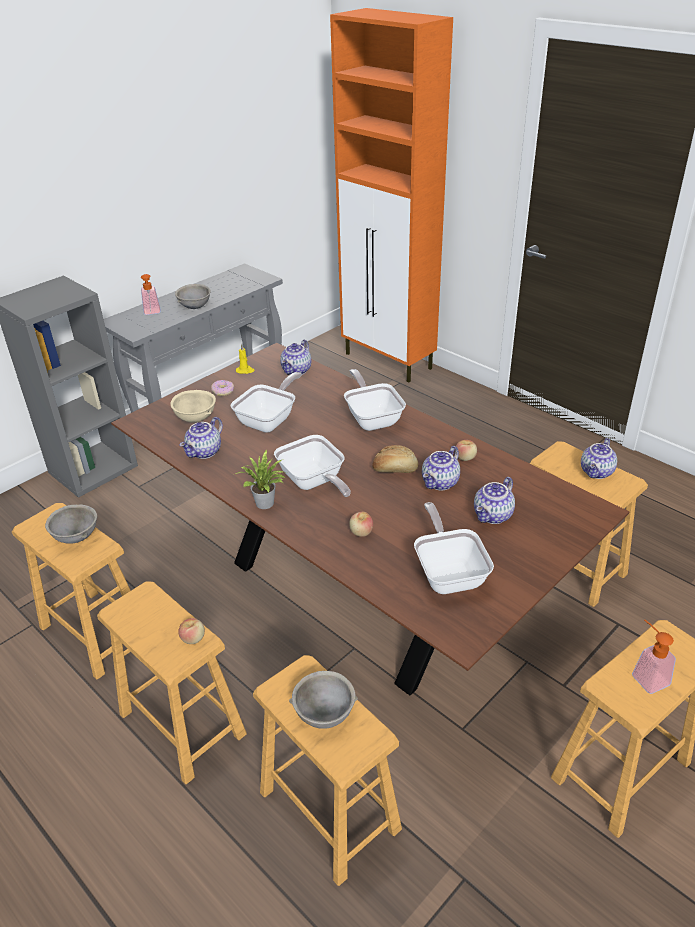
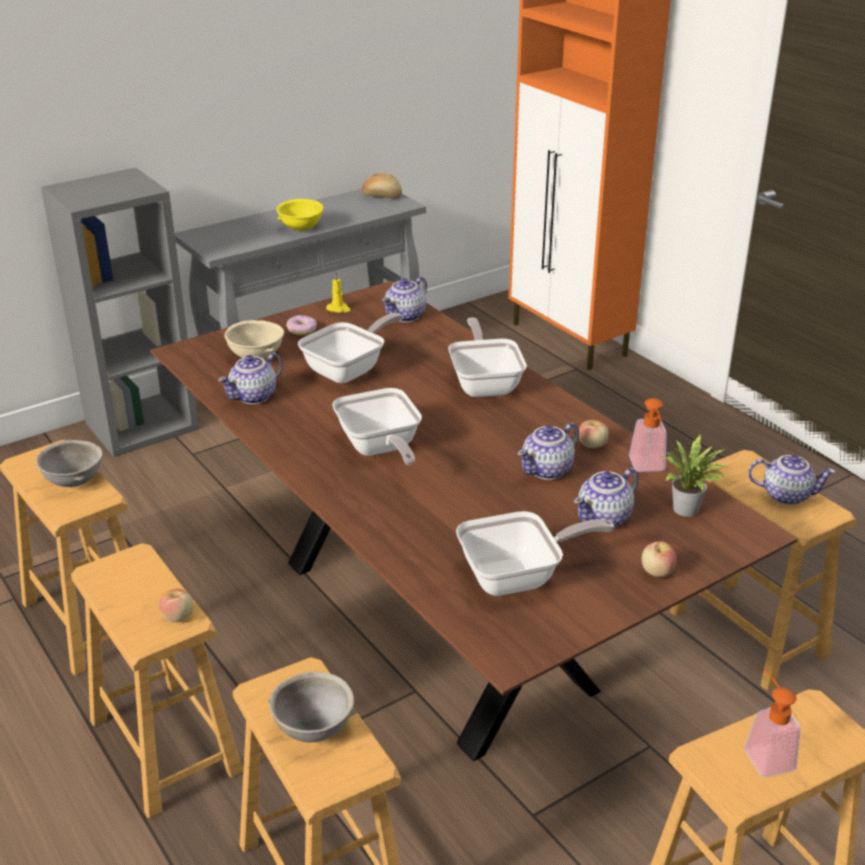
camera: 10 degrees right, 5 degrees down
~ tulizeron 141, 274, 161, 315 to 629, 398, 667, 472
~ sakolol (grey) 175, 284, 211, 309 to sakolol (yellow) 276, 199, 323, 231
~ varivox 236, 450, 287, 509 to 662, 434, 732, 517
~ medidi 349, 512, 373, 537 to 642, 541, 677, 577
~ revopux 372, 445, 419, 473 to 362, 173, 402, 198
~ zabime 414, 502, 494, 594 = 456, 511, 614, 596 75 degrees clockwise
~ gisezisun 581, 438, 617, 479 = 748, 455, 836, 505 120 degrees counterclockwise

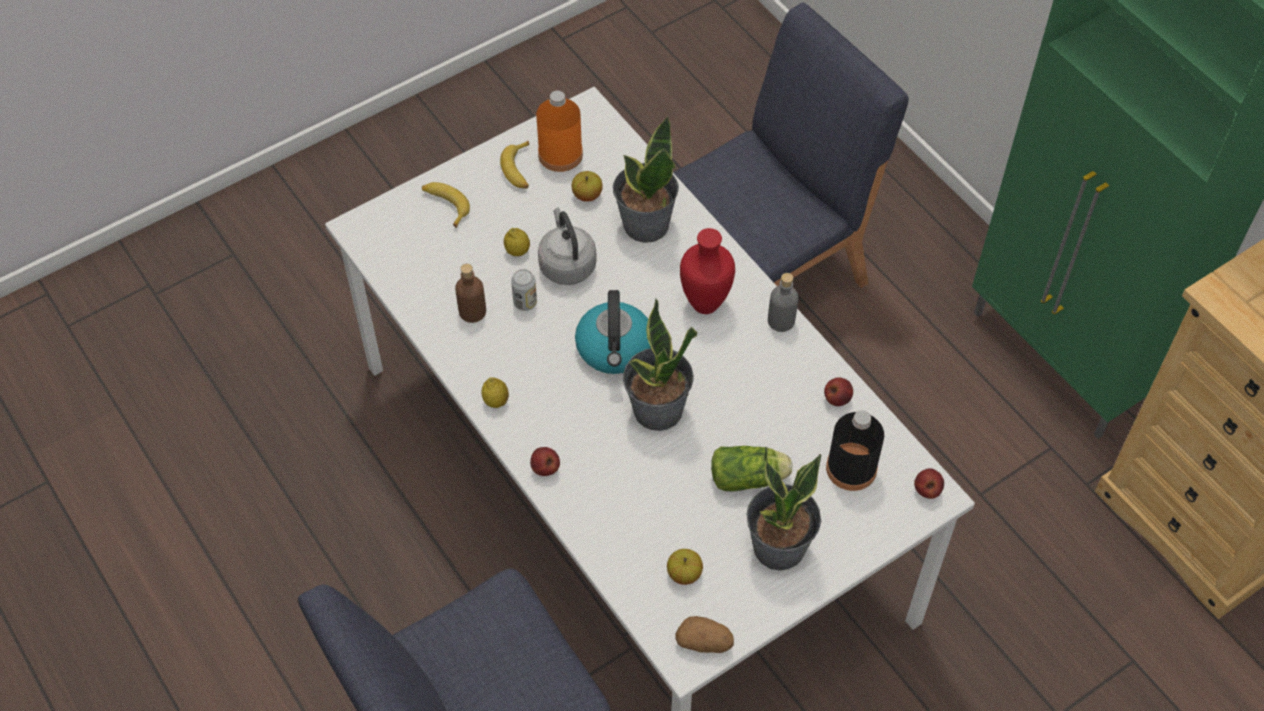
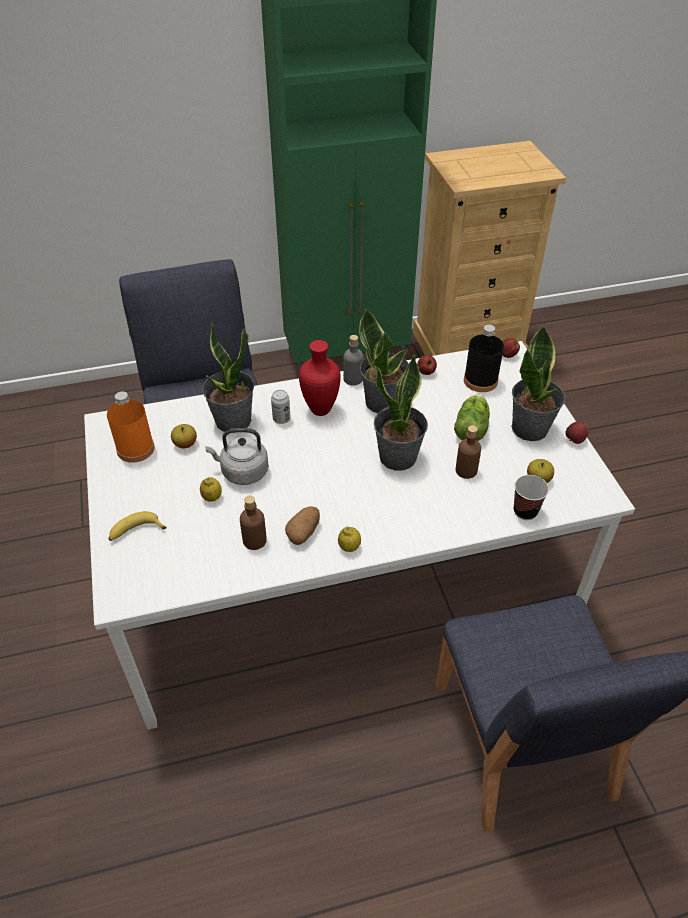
camera: 70 degrees left, 10 degrees down
- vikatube 500, 141, 529, 189
~ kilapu 511, 269, 537, 311 to 271, 390, 290, 424
~ medidi 530, 447, 560, 476 to 565, 421, 588, 444
- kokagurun 575, 290, 651, 374
~ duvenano 675, 616, 734, 653 to 285, 506, 320, 545
+ varivox 359, 309, 409, 413
+ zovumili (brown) 456, 425, 481, 479
+ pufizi 514, 475, 549, 520

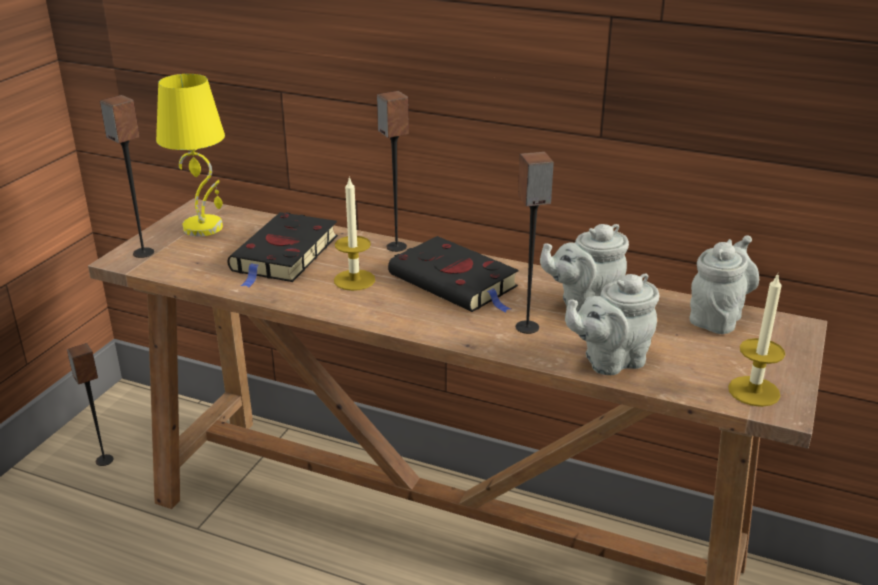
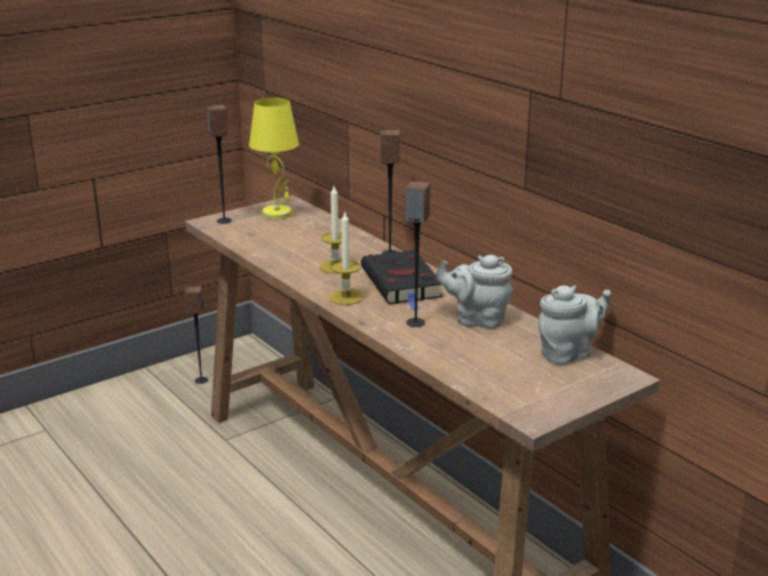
camera: 30 degrees right, 5 degrees down
- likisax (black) 228, 212, 338, 288
- gisezisun (grey) 565, 274, 660, 375
~ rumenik 728, 274, 785, 407 to 329, 212, 363, 305

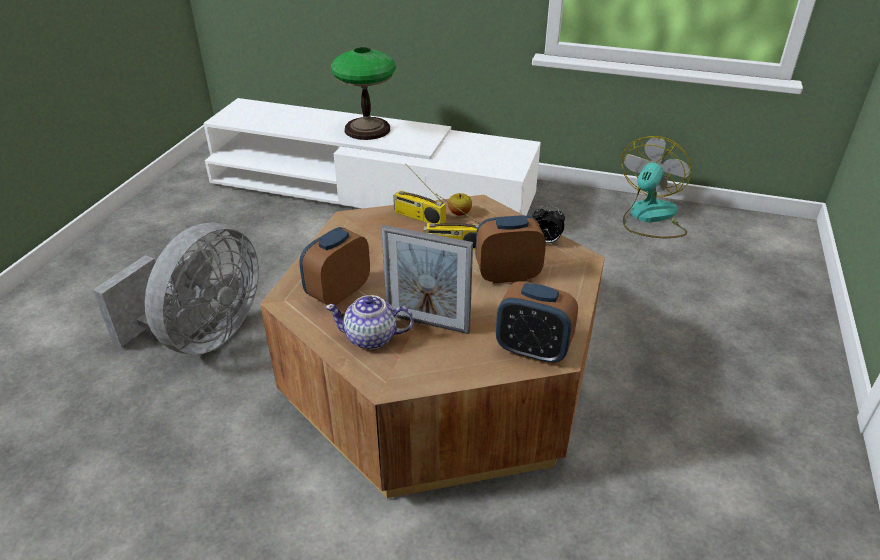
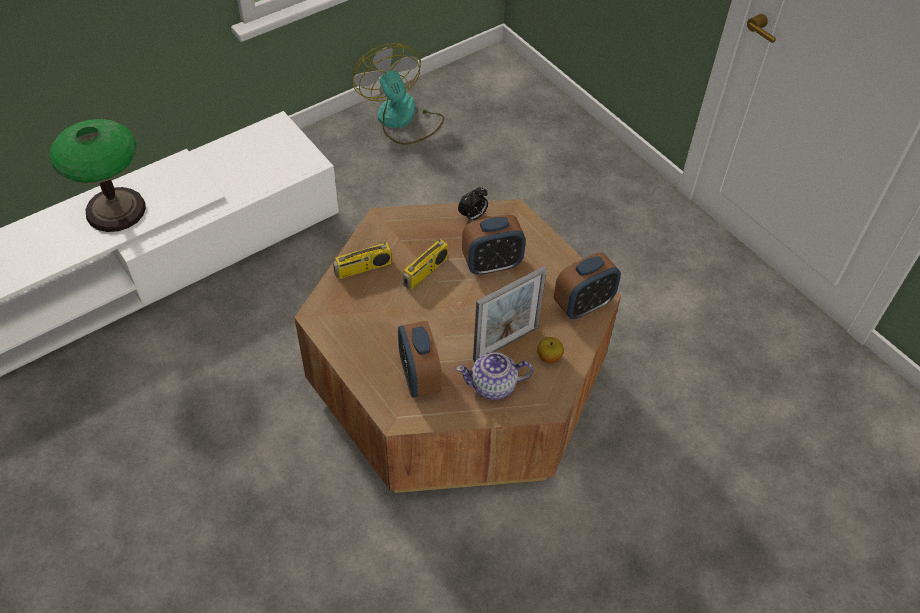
camera: 55 degrees left, 15 degrees up
- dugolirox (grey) 93, 222, 259, 355
~ gisezisun 325, 295, 414, 349 = 456, 352, 534, 400 45 degrees clockwise
~ medidi 448, 193, 472, 216 to 537, 337, 564, 363
~ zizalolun 476, 215, 546, 283 = 462, 215, 526, 275 135 degrees counterclockwise

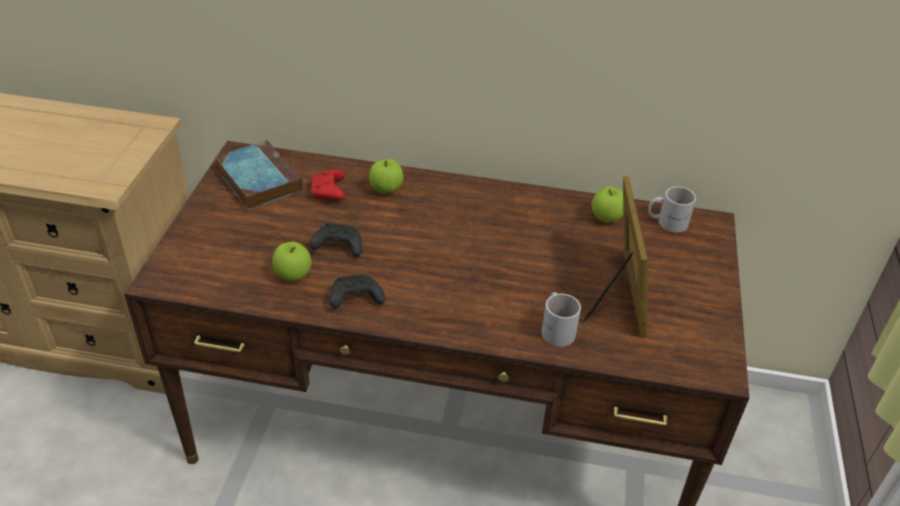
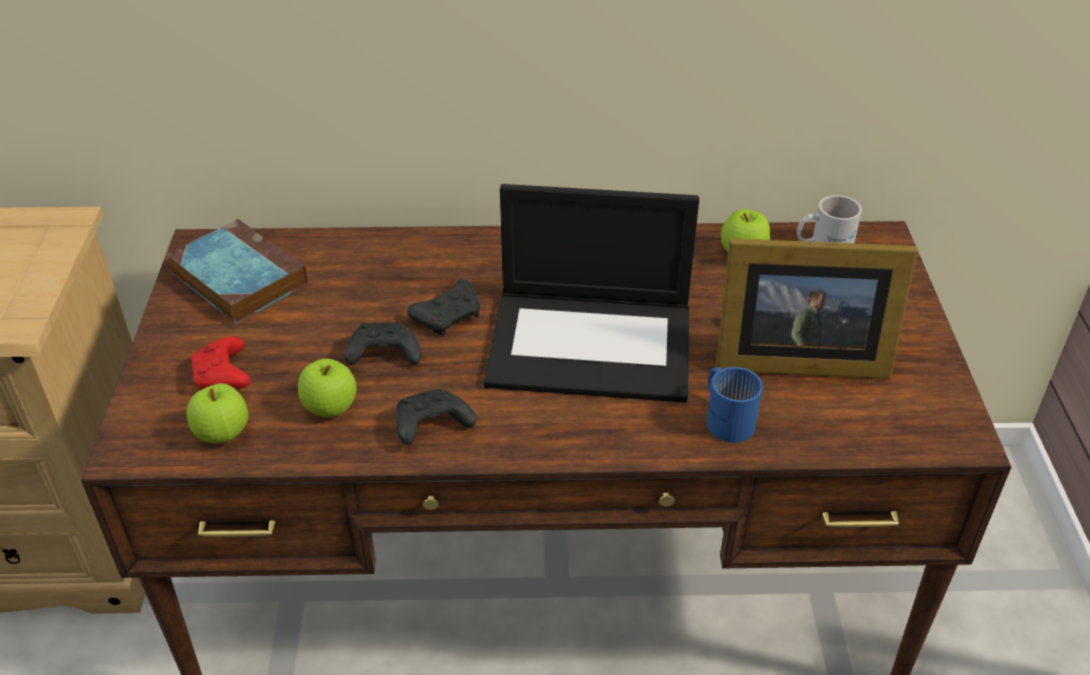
camera: 10 degrees left, 0 degrees up
~ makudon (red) 311, 169, 345, 200 to 191, 337, 250, 390
~ medidi 369, 159, 404, 194 to 186, 383, 248, 443
~ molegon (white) 541, 292, 581, 347 to molegon (blue) 707, 367, 763, 443
~ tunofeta 583, 176, 648, 338 = 716, 238, 918, 379 105 degrees clockwise
+ makudon (black) 407, 279, 480, 336
+ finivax 484, 184, 699, 403

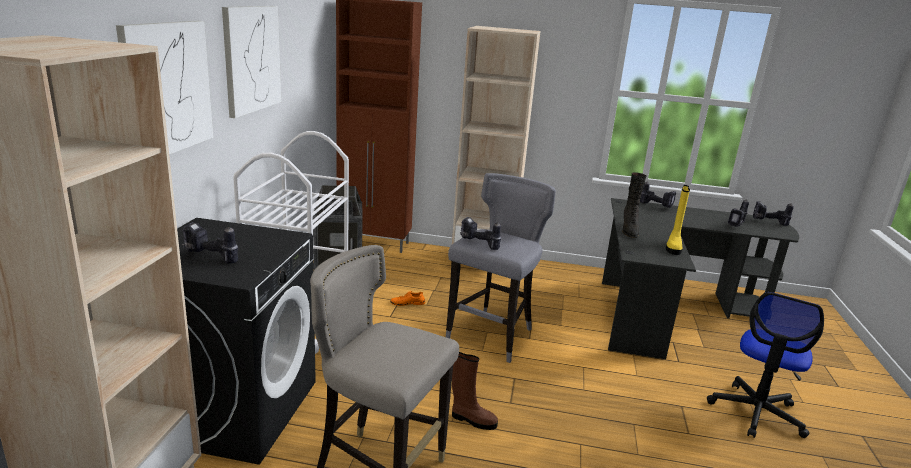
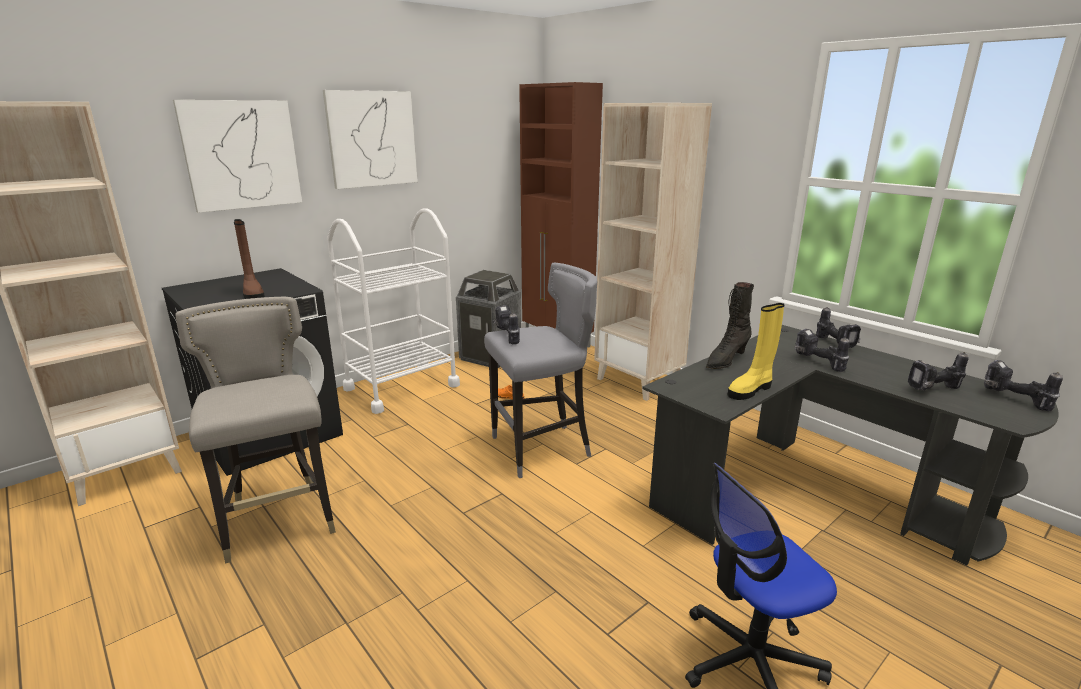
camera: 40 degrees right, 0 degrees up
~ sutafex 182, 222, 238, 263 to 794, 329, 850, 372
~ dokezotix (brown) 452, 352, 498, 430 to 234, 219, 265, 299

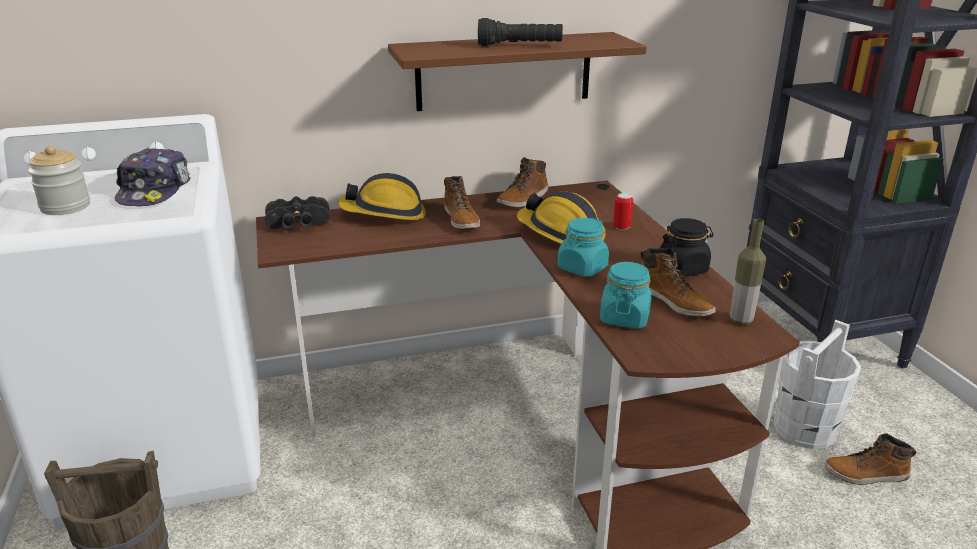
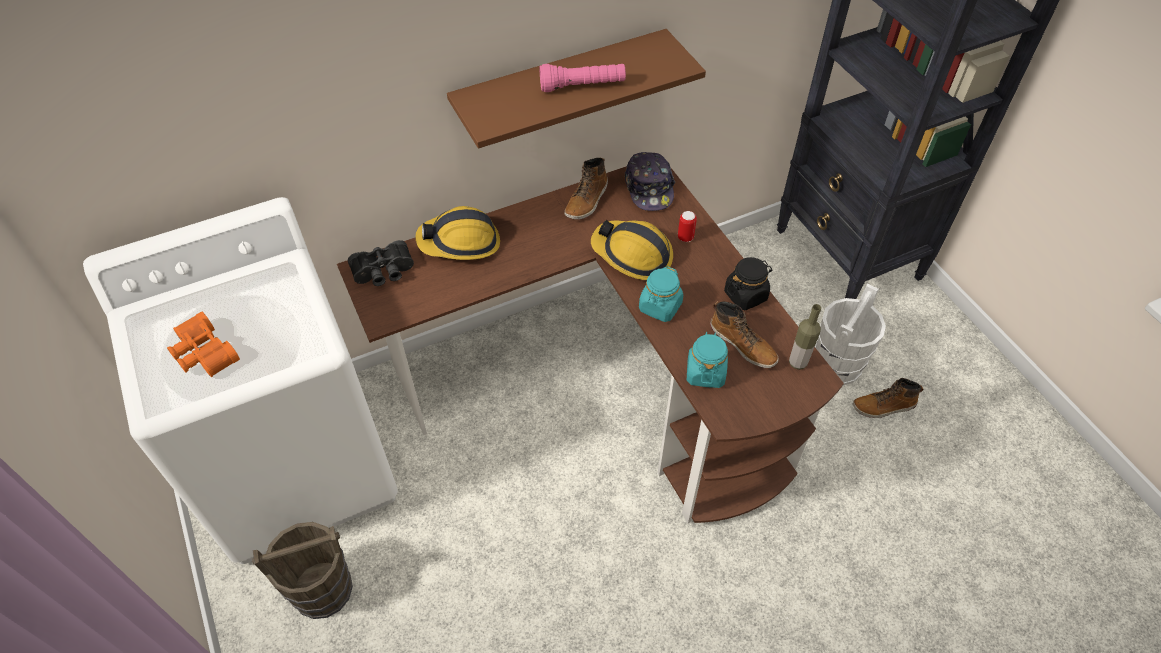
camera: 10 degrees left, 25 degrees up
~ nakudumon 28, 146, 90, 215 to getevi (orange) 167, 311, 240, 377
~ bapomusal 115, 147, 191, 207 to 625, 152, 675, 211
- dokezotix 444, 176, 480, 229
~ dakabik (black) 478, 18, 563, 46 to dakabik (pink) 539, 64, 626, 92

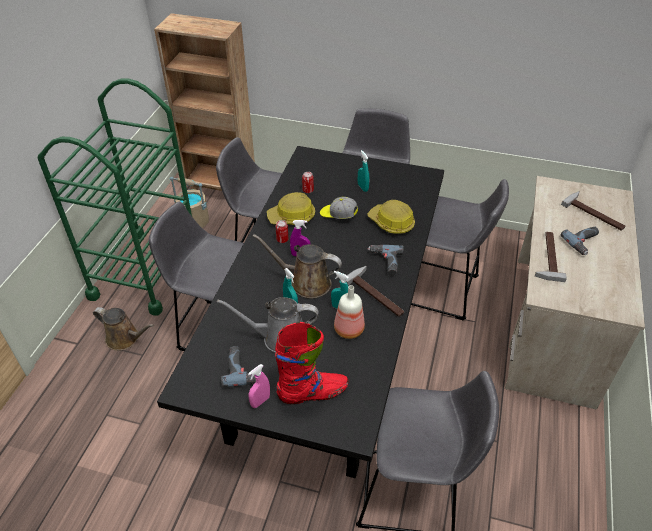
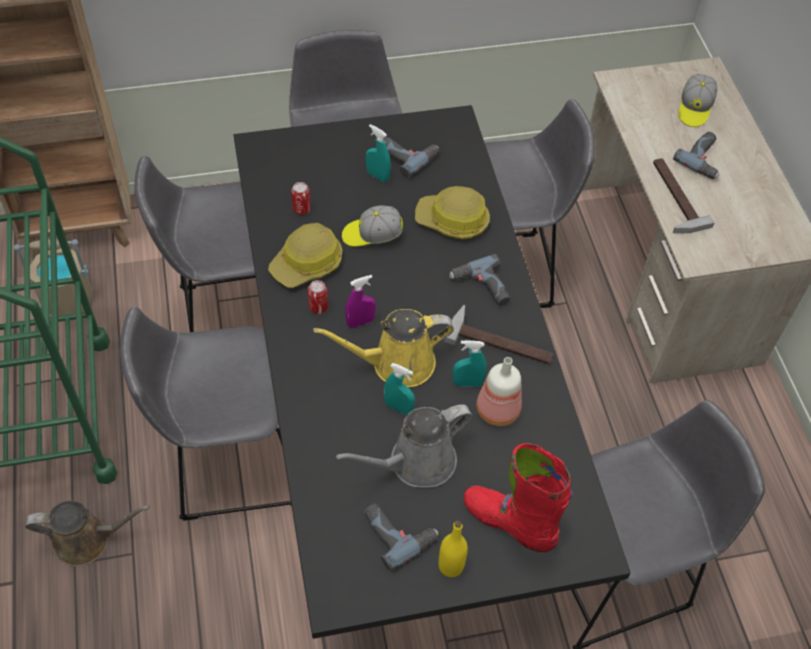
camera: 30 degrees left, 10 degrees up
~ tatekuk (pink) 248, 364, 270, 408 to zovumili (yellow) 438, 520, 468, 577
~ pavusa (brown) 253, 234, 342, 299 to pavusa (yellow) 313, 309, 454, 387
~ dokezotix (red) 275, 322, 349, 404 = 464, 443, 573, 552 105 degrees counterclockwise
~ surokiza 561, 191, 625, 231 to bapomusal 678, 74, 718, 127
+ sutafex 383, 136, 439, 178

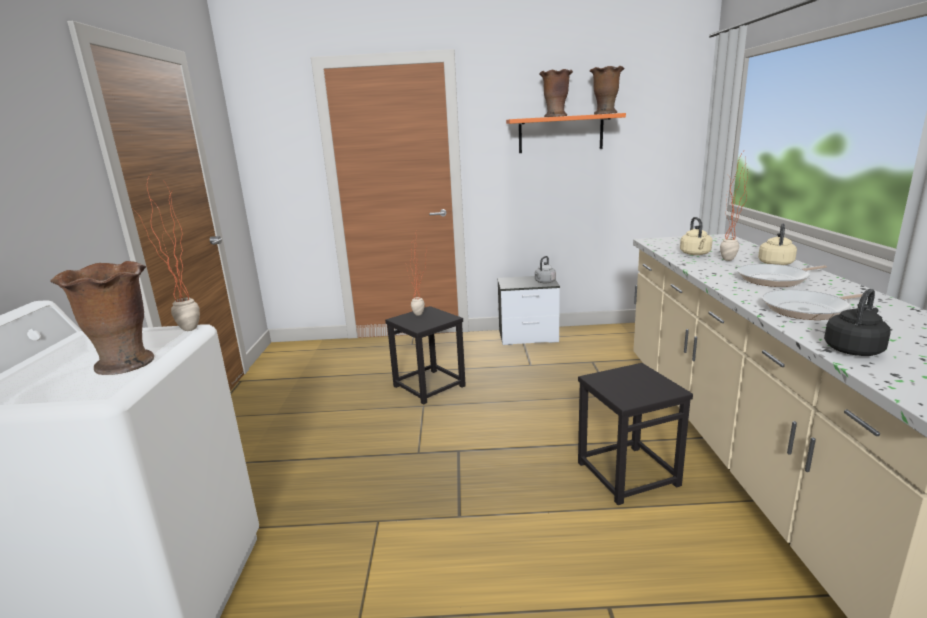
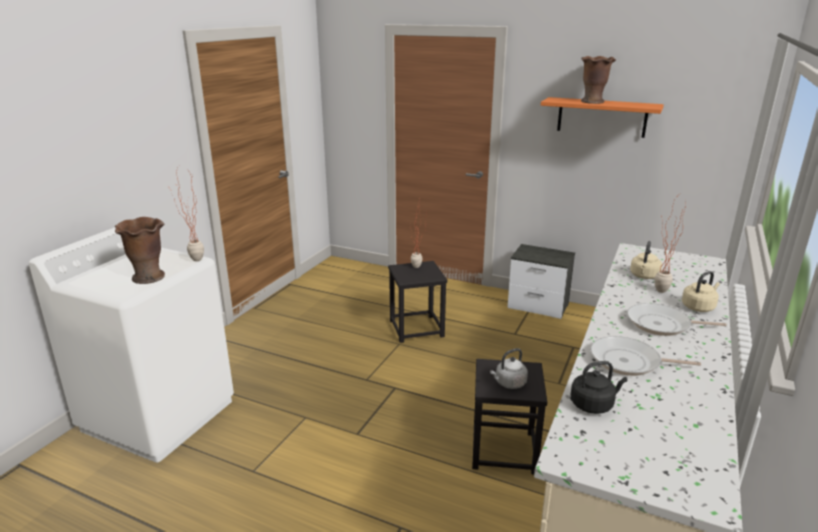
camera: 25 degrees right, 5 degrees up
~ kokagurun (grey) 535, 256, 556, 284 to 490, 348, 528, 389
- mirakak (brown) 590, 66, 624, 114

